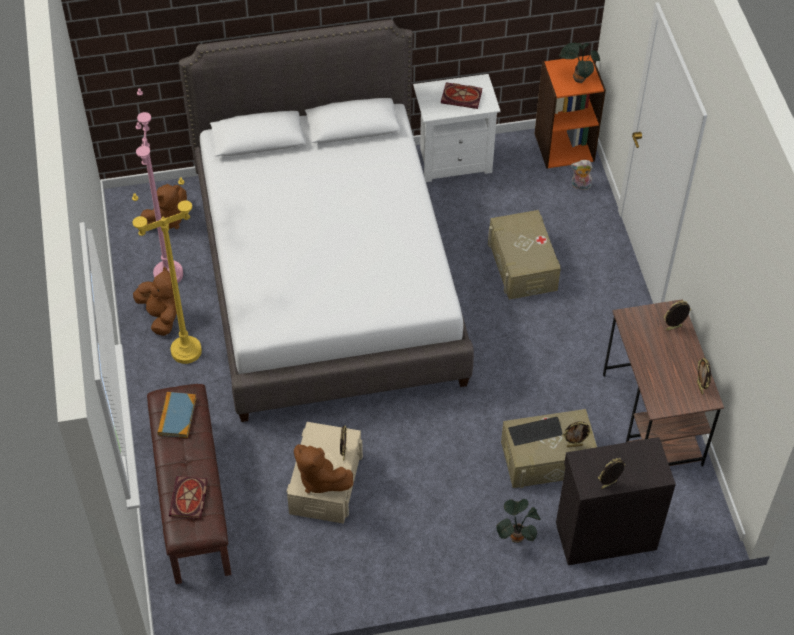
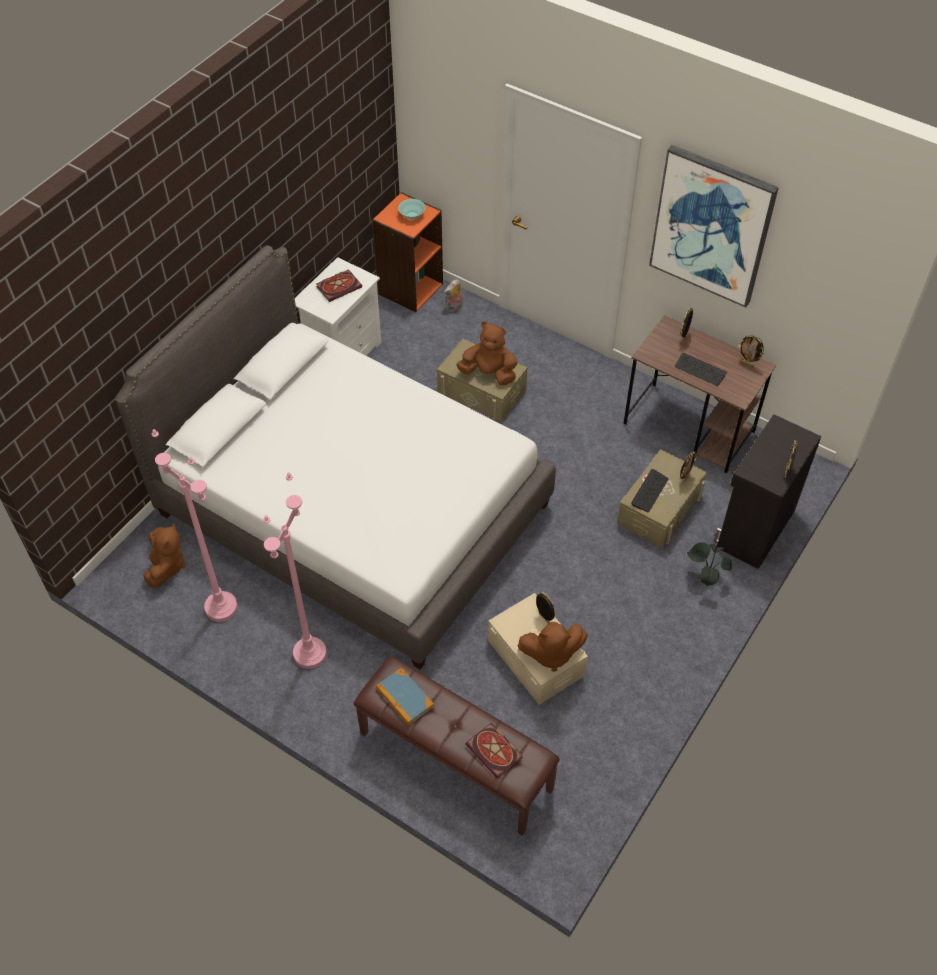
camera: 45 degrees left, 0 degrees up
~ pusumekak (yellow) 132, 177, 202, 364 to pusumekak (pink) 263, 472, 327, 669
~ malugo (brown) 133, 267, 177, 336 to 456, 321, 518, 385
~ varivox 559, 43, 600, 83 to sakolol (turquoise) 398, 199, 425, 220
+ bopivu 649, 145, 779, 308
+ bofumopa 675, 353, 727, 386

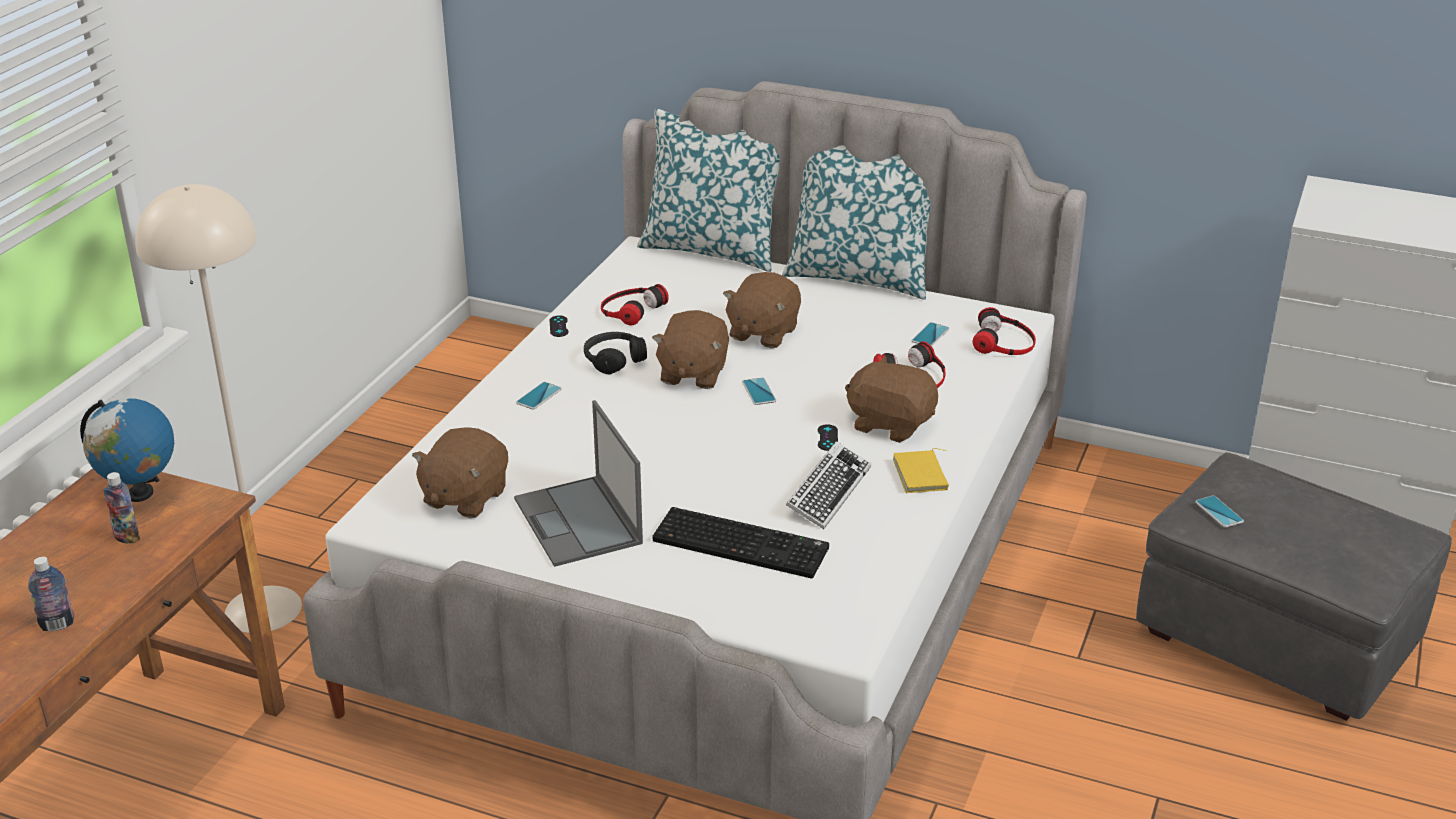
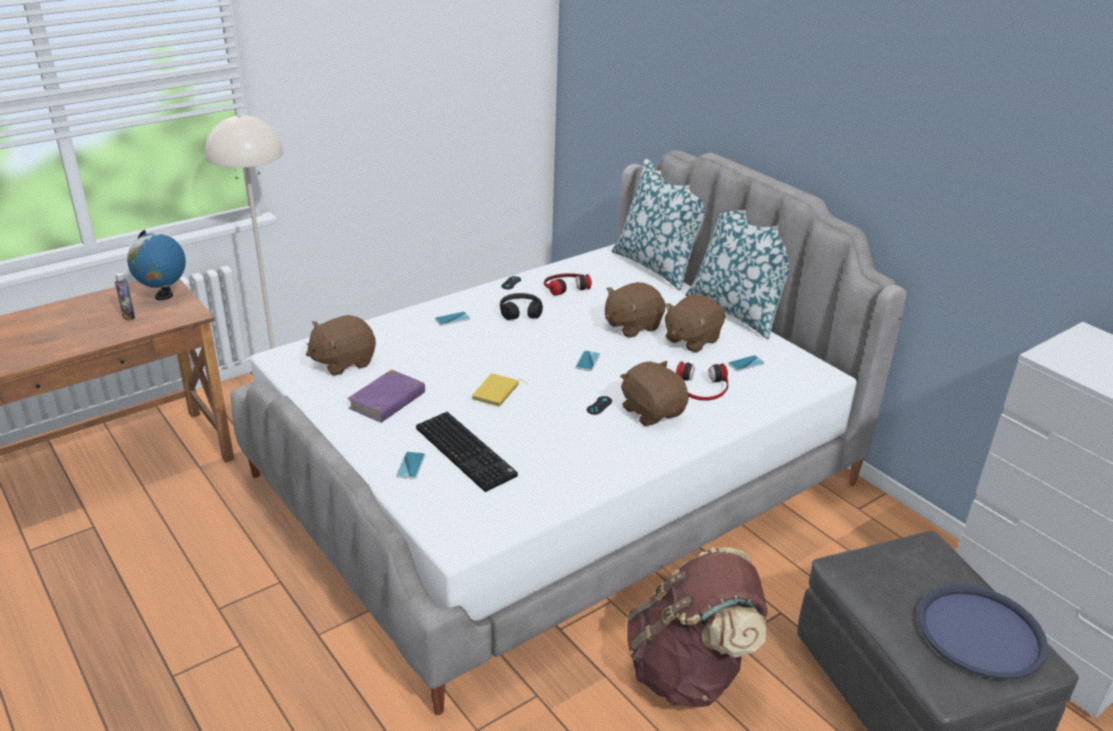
camera: 30 degrees right, 0 degrees up
- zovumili 28, 557, 74, 631
~ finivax 514, 400, 643, 567 to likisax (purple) 347, 369, 425, 423
~ malugo (brown) 652, 310, 729, 389 to 665, 295, 725, 352
- bofumopa 786, 441, 871, 529
~ likisax (yellow) 893, 448, 949, 493 to 472, 373, 527, 407
- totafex 973, 307, 1036, 355
~ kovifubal 1195, 496, 1244, 527 to 396, 452, 425, 479
+ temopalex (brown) 627, 547, 768, 707
+ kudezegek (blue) 918, 584, 1048, 679

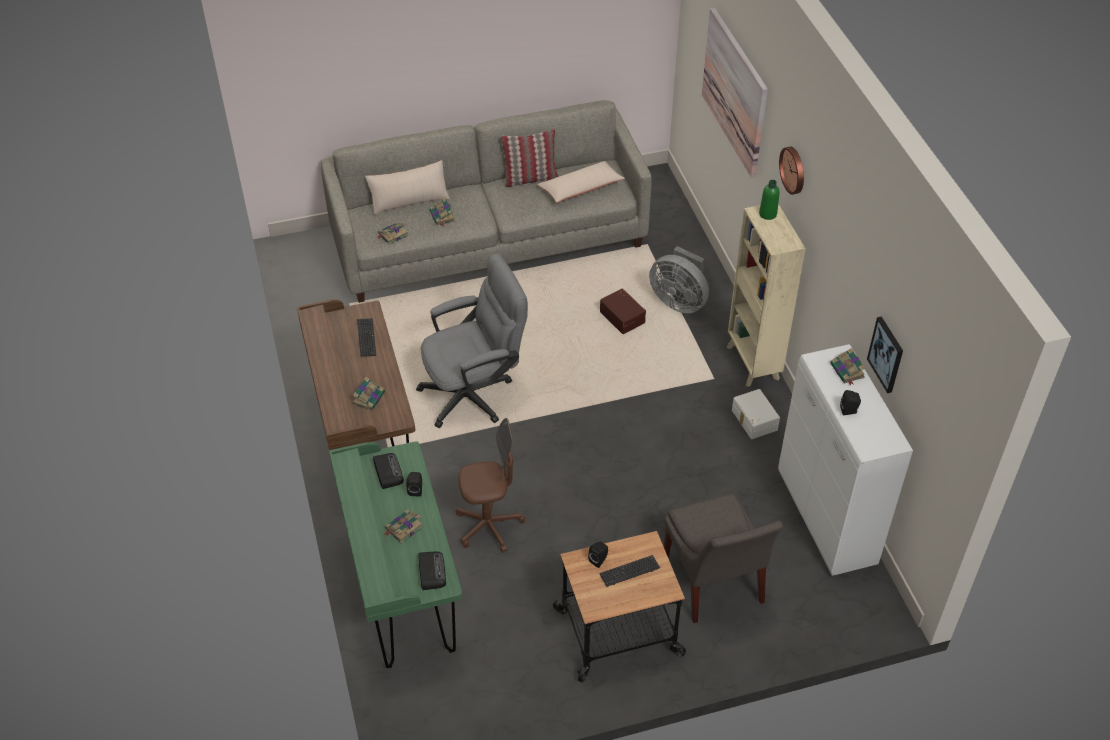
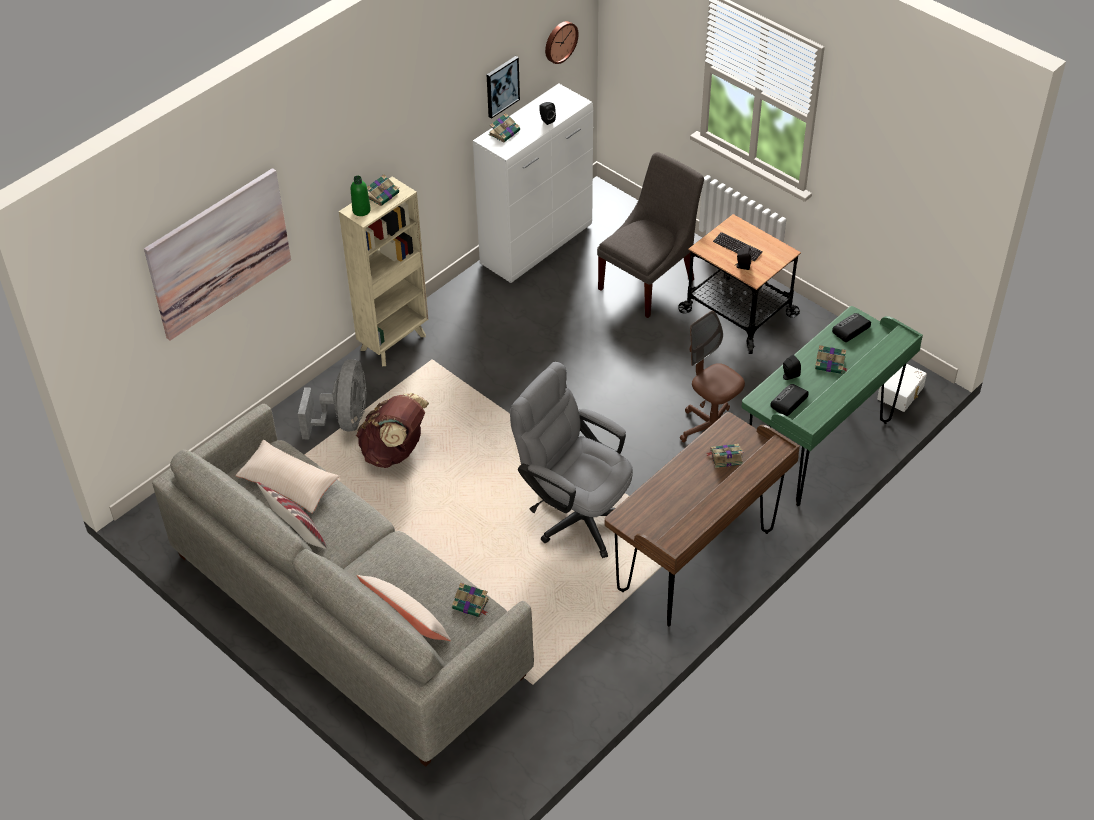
camera: 120 degrees left, 0 degrees up
- bofumopa 357, 318, 376, 357
~ likisax 430, 198, 455, 227 to 367, 174, 399, 206
~ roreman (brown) 600, 288, 646, 334 to temopalex (brown) 356, 393, 429, 468
~ roreman (white) 732, 389, 780, 439 to 877, 364, 927, 412
~ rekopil 779, 147, 804, 195 to 545, 21, 579, 64

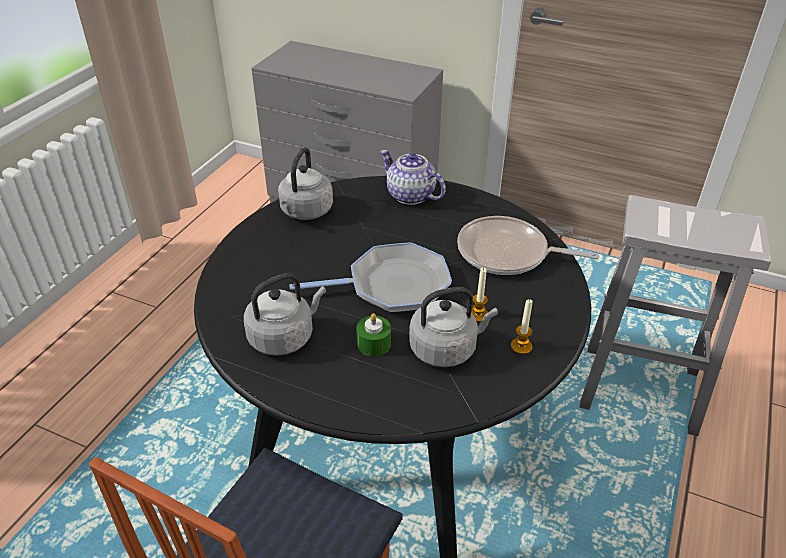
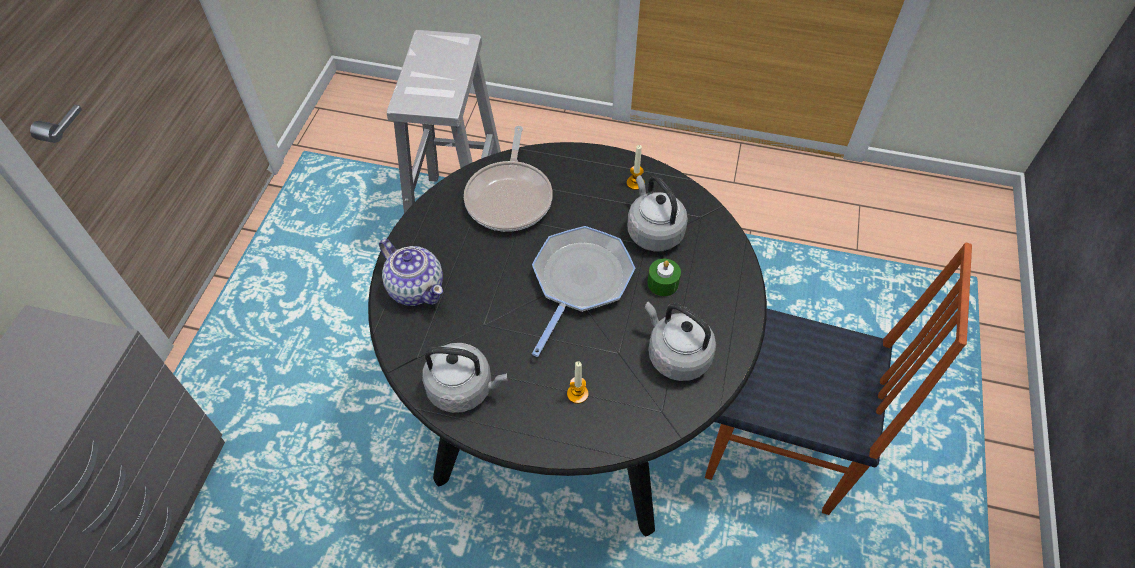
camera: 100 degrees left, 15 degrees up
~ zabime 289, 242, 452, 313 = 532, 226, 635, 357 45 degrees clockwise
~ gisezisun 380, 150, 446, 205 = 379, 239, 443, 306 75 degrees counterclockwise
~ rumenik 471, 268, 488, 322 to 567, 361, 588, 404

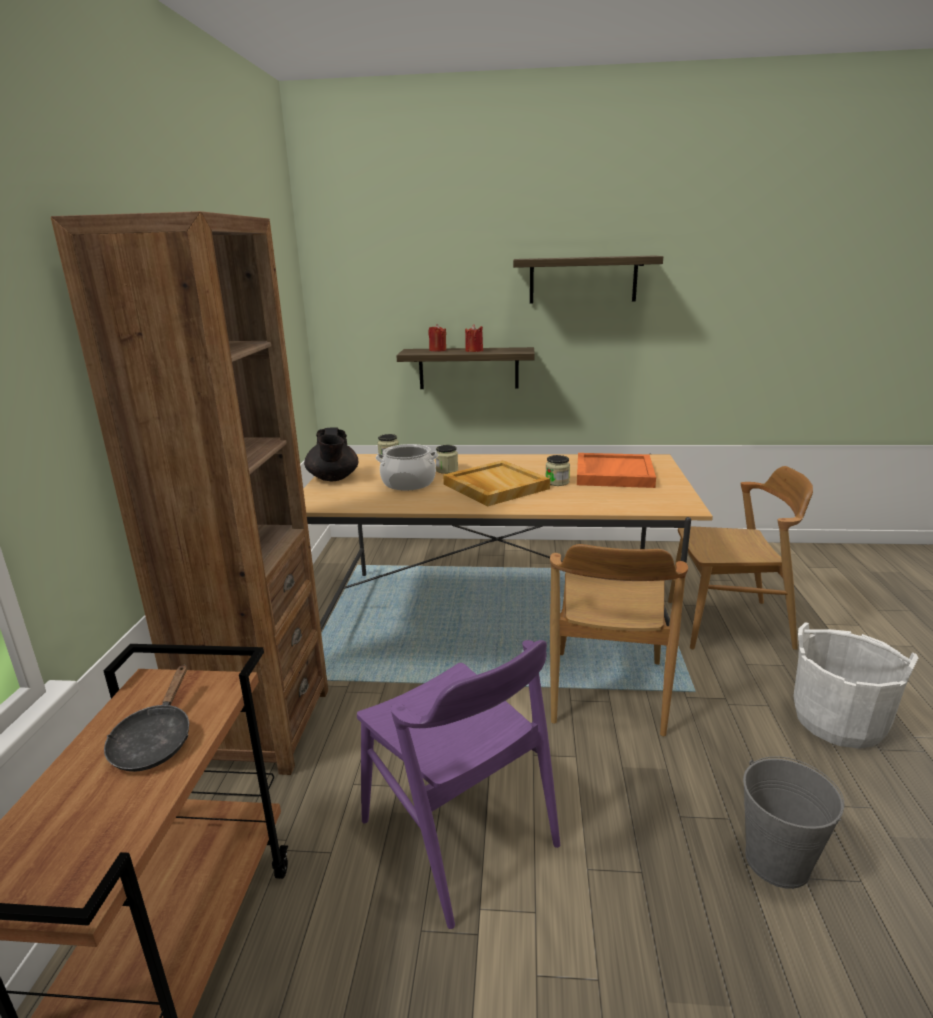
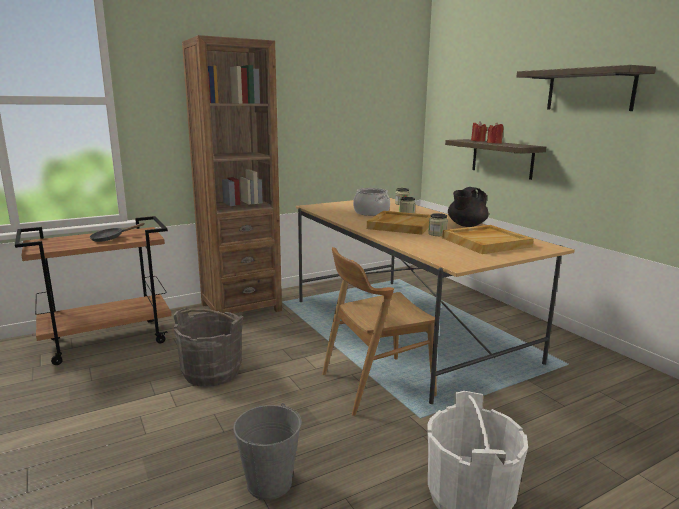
camera: 55 degrees right, 5 degrees down
~ gisezisun (black) 304, 428, 358, 481 to 448, 187, 489, 227
~ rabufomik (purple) 357, 640, 560, 929 to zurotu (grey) 173, 308, 244, 387
~ kudezegek (orange) 577, 453, 656, 488 to kudezegek (beige) 442, 225, 533, 254
- rabufomik (brown) 668, 466, 813, 650

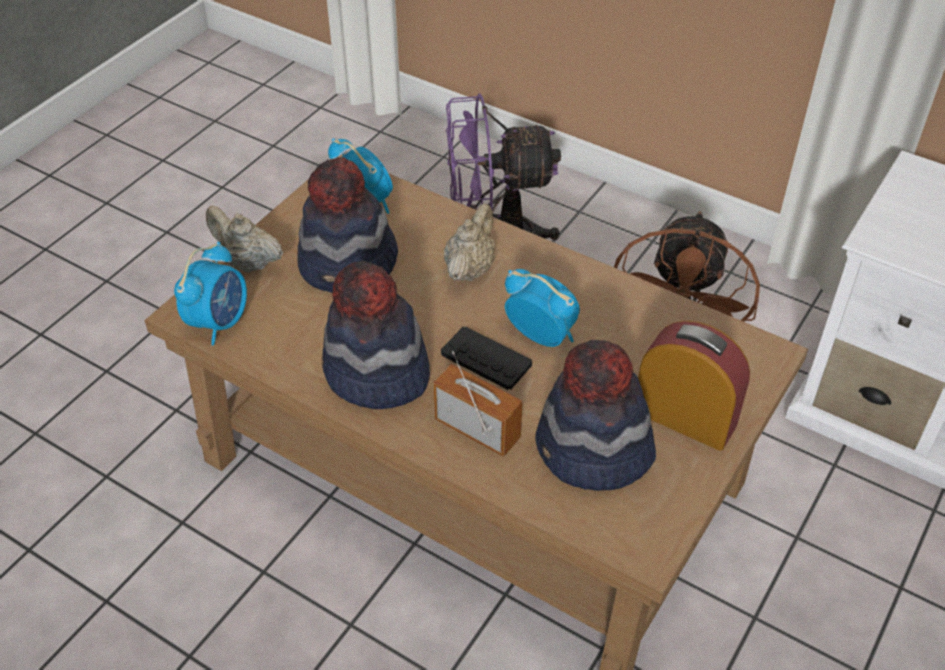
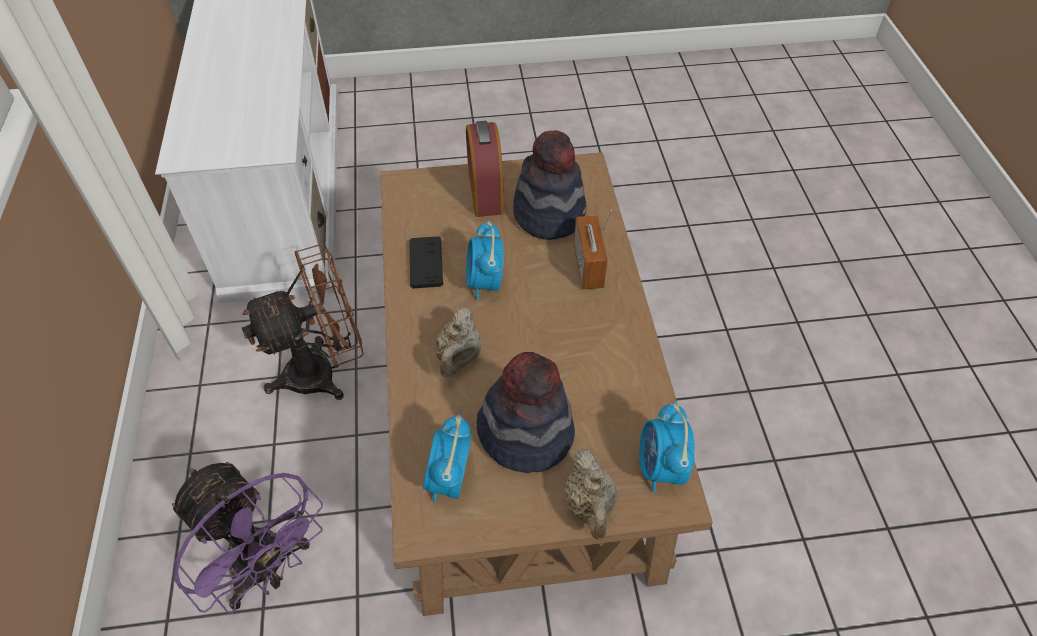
camera: 130 degrees left, 5 degrees up
~ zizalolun 174, 242, 247, 345 = 639, 401, 695, 492 75 degrees counterclockwise
- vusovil 321, 261, 430, 409
~ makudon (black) 441, 326, 532, 390 to 410, 236, 443, 289
~ gisezisun (beige) 444, 204, 495, 281 = 435, 307, 481, 378 60 degrees counterclockwise

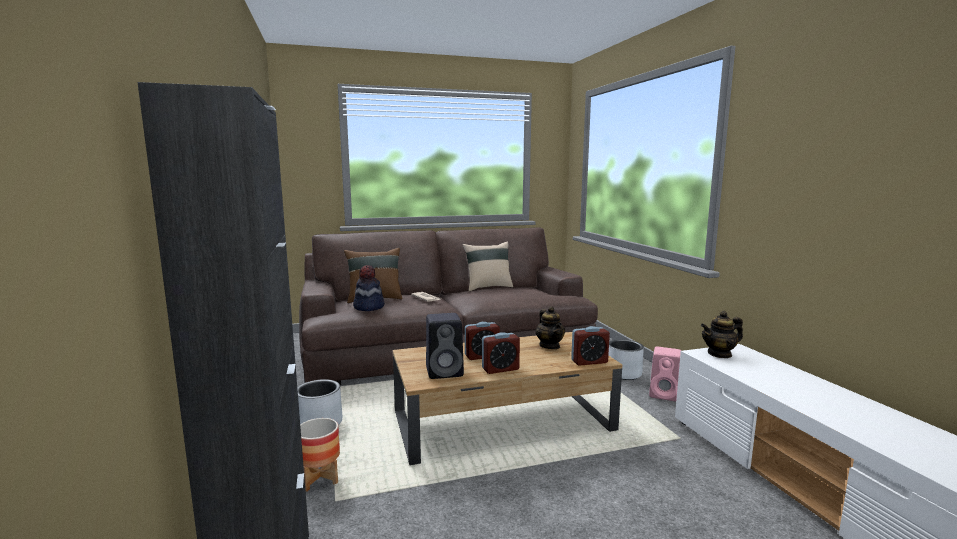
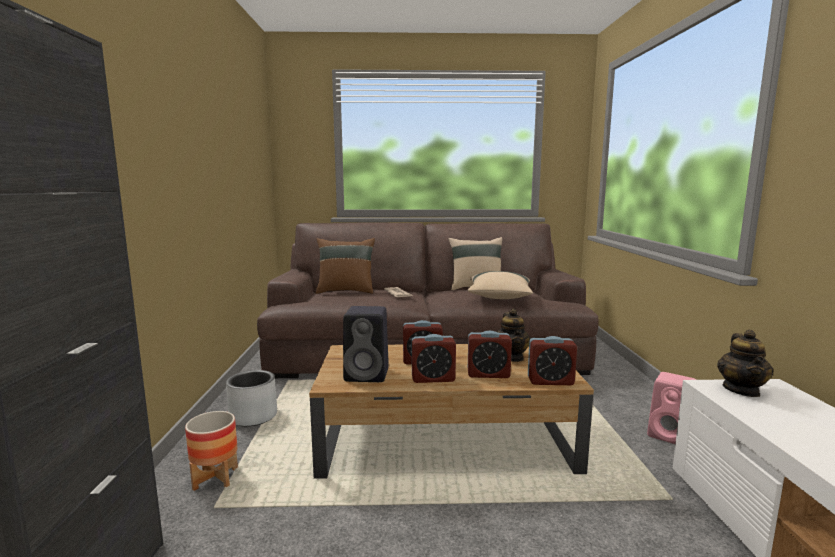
camera: 15 degrees right, 0 degrees up
- vusovil 353, 265, 385, 311
- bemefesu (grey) 609, 339, 644, 380
~ gisezisun 701, 311, 743, 358 = 717, 329, 774, 397 75 degrees counterclockwise
+ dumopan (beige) 468, 271, 533, 299
+ zizalolun 468, 331, 512, 378

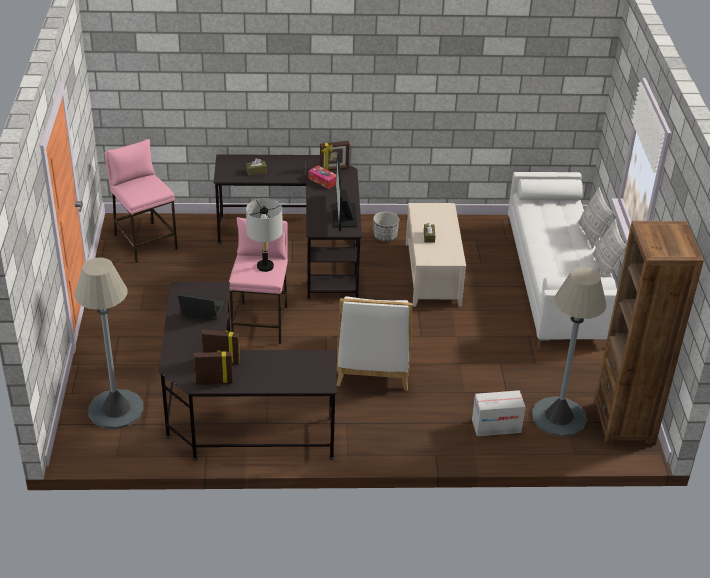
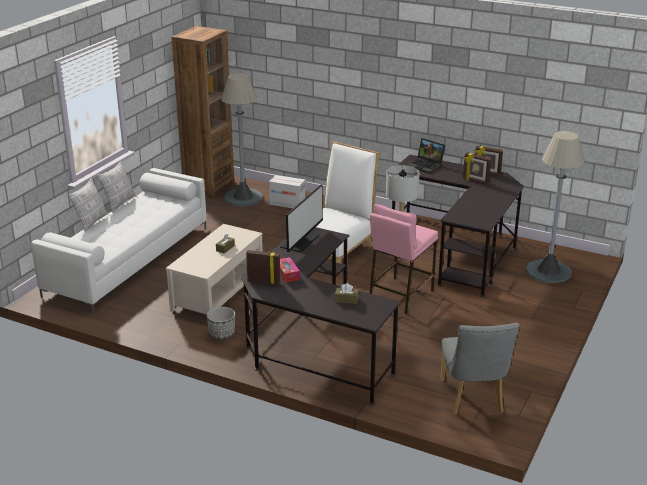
camera: 150 degrees left, 10 degrees down
~ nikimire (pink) 104, 139, 178, 263 to rabufomik (grey) 441, 323, 520, 415
~ finivax 178, 293, 225, 320 to 407, 138, 445, 174

